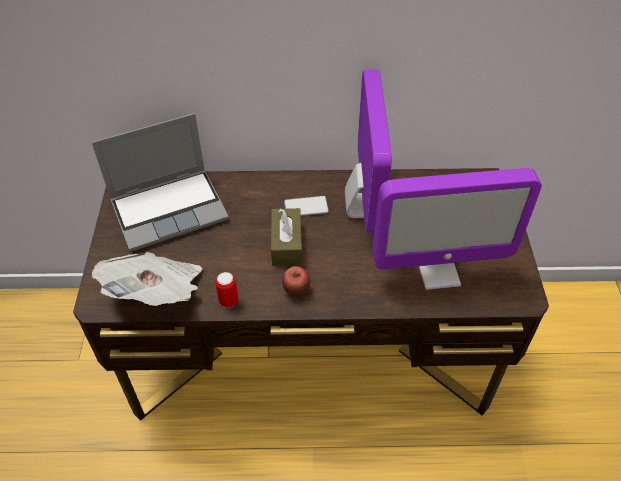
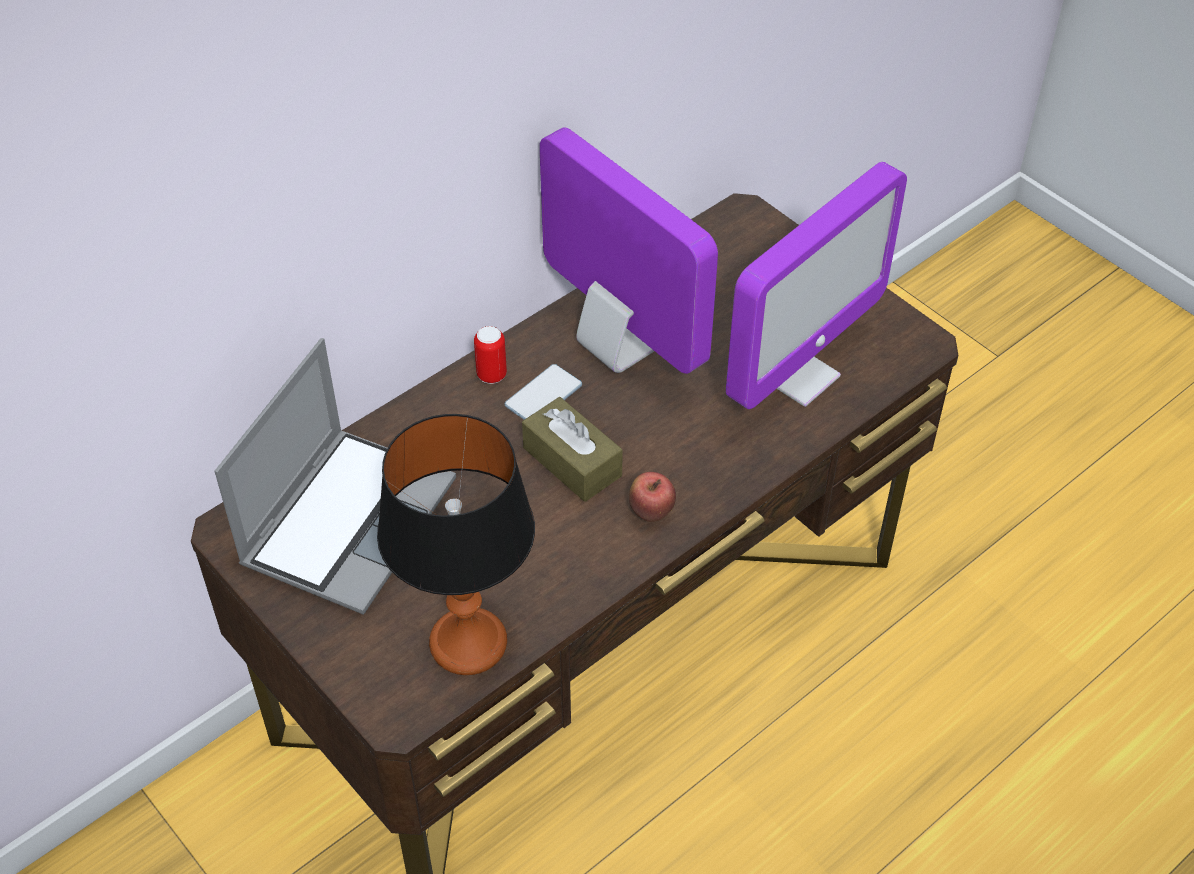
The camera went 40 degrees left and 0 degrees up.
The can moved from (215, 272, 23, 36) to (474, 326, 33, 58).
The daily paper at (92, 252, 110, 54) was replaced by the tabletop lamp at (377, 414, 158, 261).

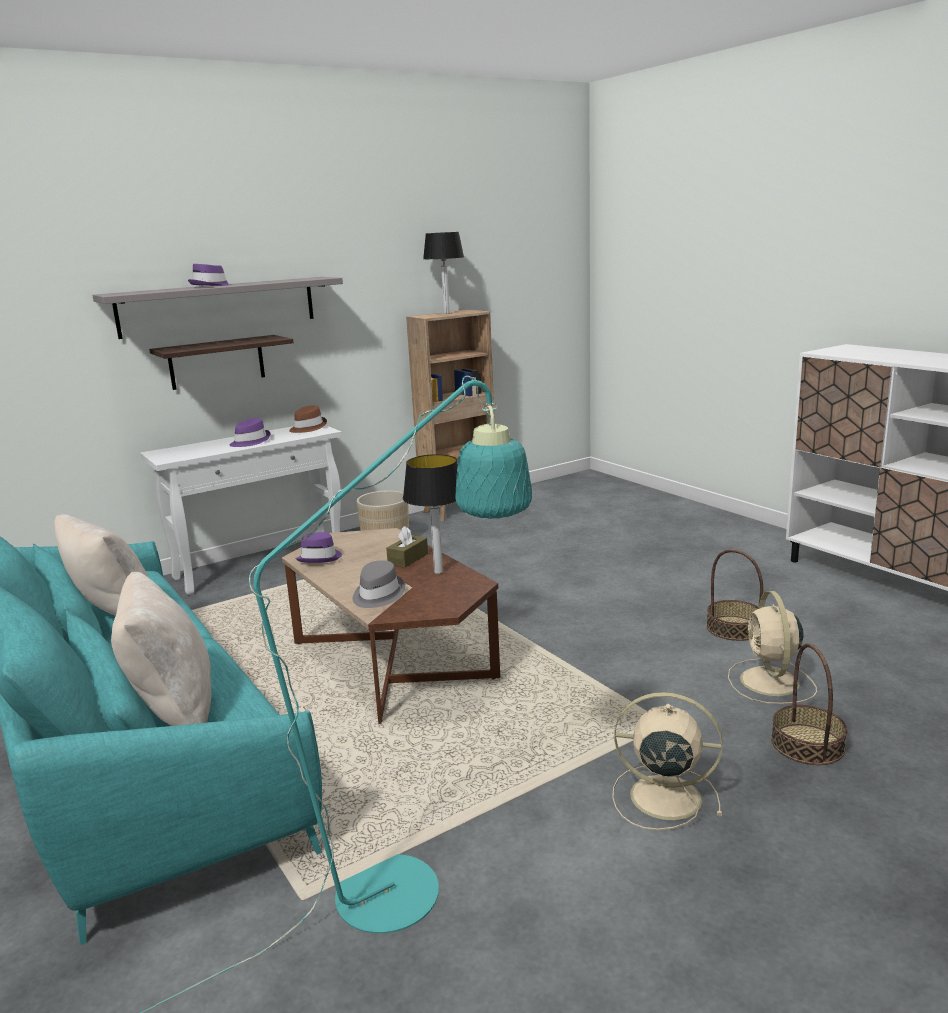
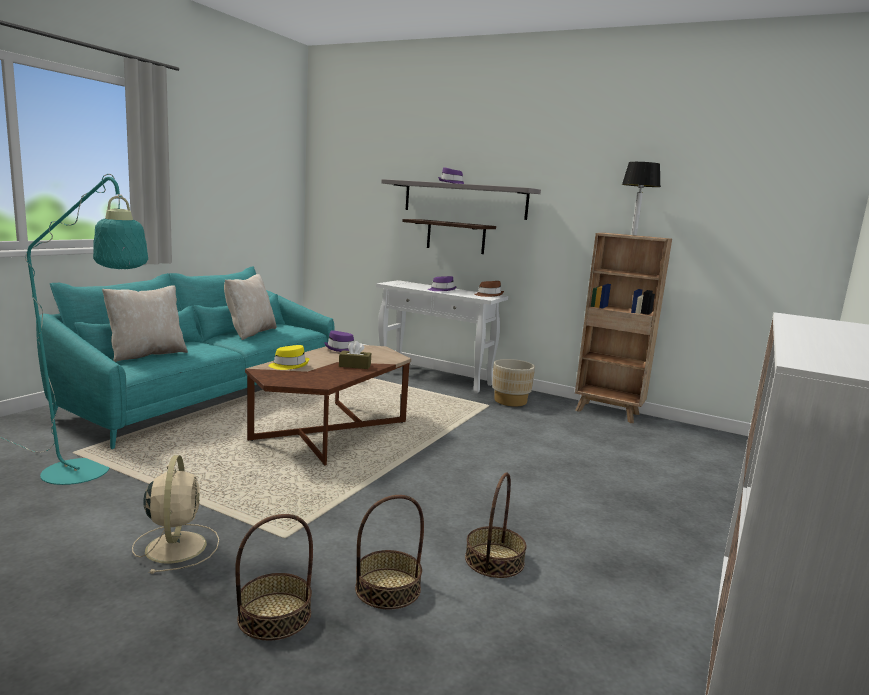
The camera went 60 degrees right and 5 degrees down.
The tabletop lamp at (403, 454, 55, 120) disappeared.
The electric fan in beige at (728, 591, 89, 113) was replaced by the basket at (355, 495, 69, 114).
The hat in gray at (353, 560, 52, 48) became the hat in yellow at (268, 345, 41, 25).

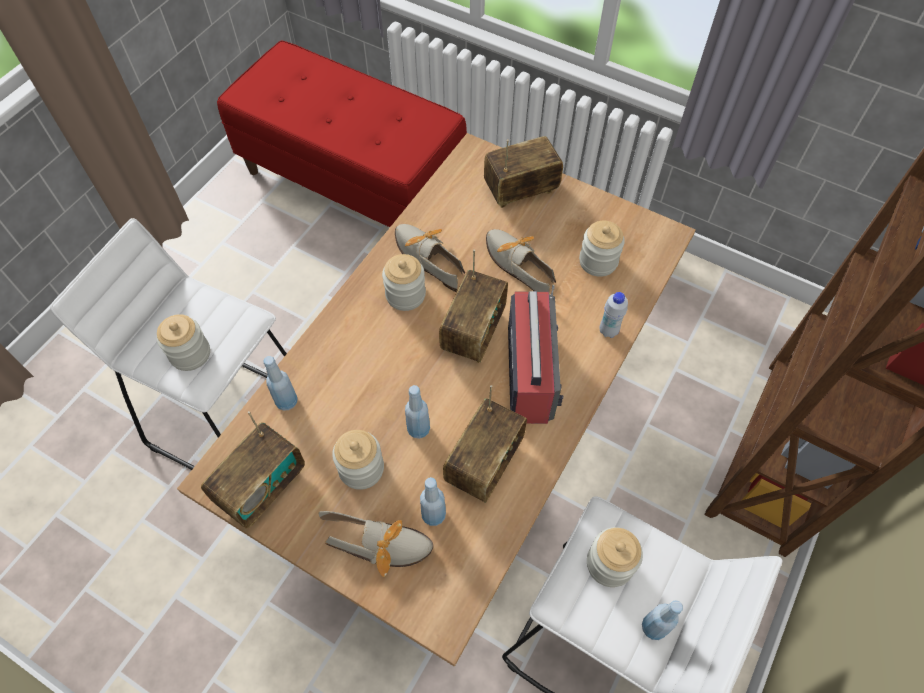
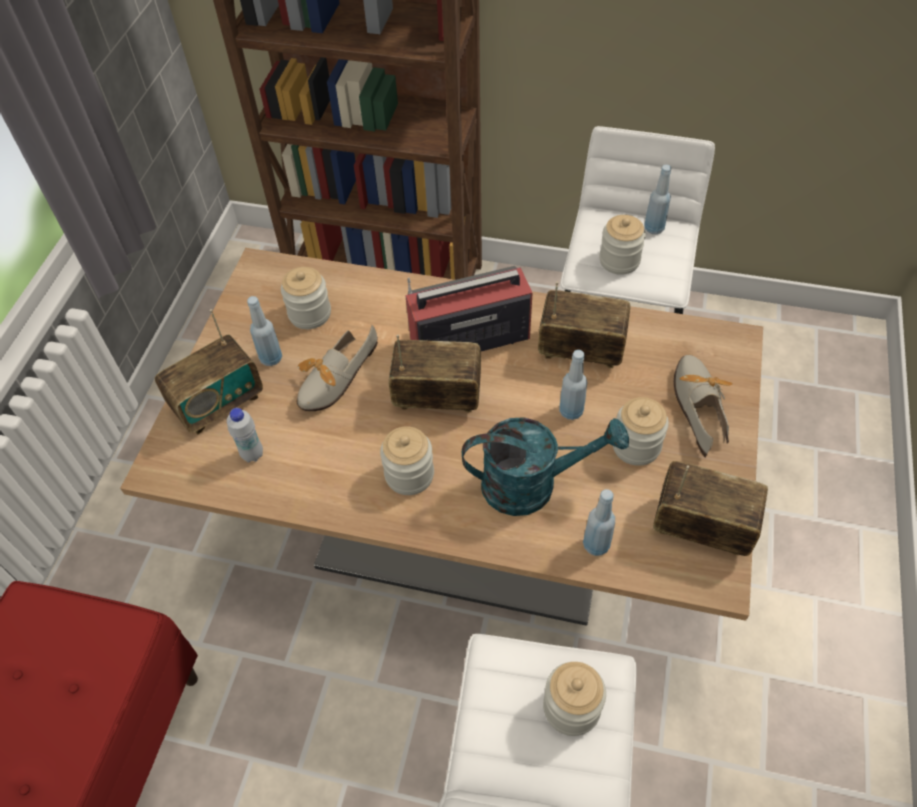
The camera went 105 degrees left and 5 degrees down.
The shoe at (395, 224, 70, 68) disappeared.
The sprinkling can in turquoise-coloured at (462, 417, 167, 99) appeared.
The bottle in bluish moved from (420, 477, 26, 49) to (247, 296, 35, 70).
The bottle in white moved from (600, 292, 28, 46) to (227, 408, 36, 54).
The radio at (484, 136, 79, 72) turned 90 degrees counterclockwise.

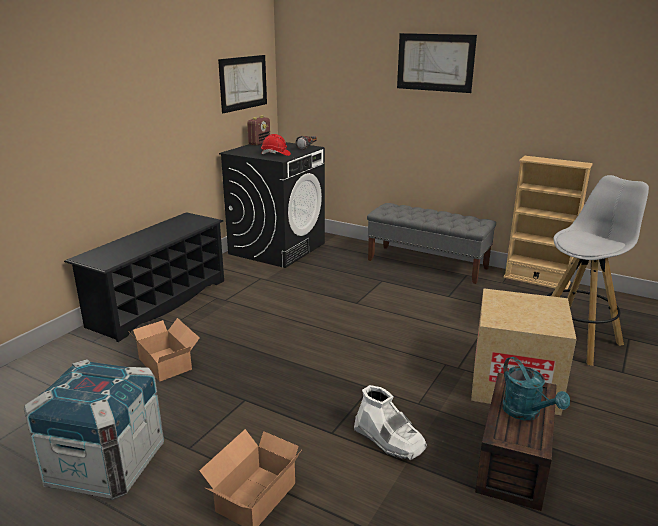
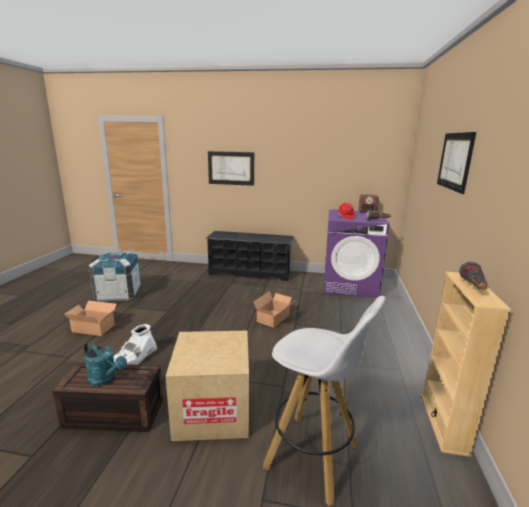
The camera went 70 degrees right and 5 degrees down.
The long seat in gray at (367, 203, 129, 81) disappeared.
The torch at (459, 262, 28, 28) appeared.
The packing box moved from (130, 318, 70, 64) to (254, 291, 40, 37).
The wall art moved from (218, 55, 49, 58) to (208, 151, 46, 35).
The laundry appliance in black-coloured at (219, 142, 106, 126) became the laundry appliance in purplish at (324, 209, 66, 89).
The sprinkling can in turquoise-coloured at (502, 357, 68, 63) turned 105 degrees counterclockwise.

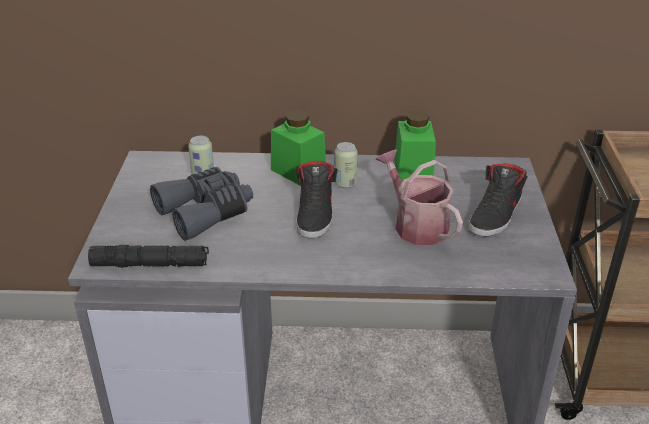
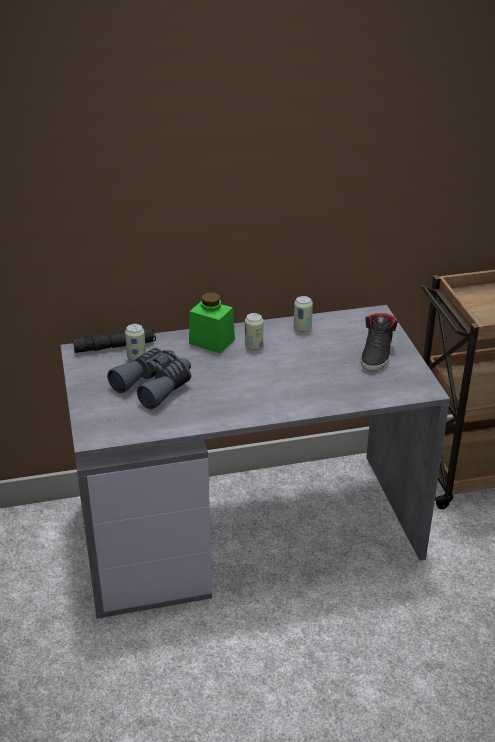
The camera went 15 degrees left and 0 degrees up.
The shoe in black-coloured at (295, 161, 43, 78) disappeared.
The sprinkling can at (376, 150, 87, 95) disappeared.
The torch in black-coloured moved from (88, 245, 121, 23) to (73, 328, 83, 25).
The preserve jar in greenish at (394, 110, 42, 71) was replaced by the can at (294, 296, 19, 36).

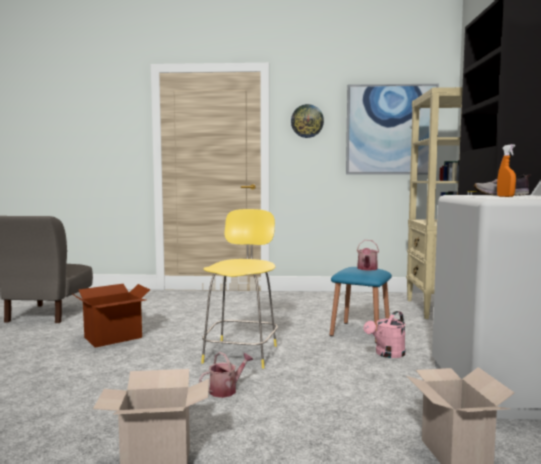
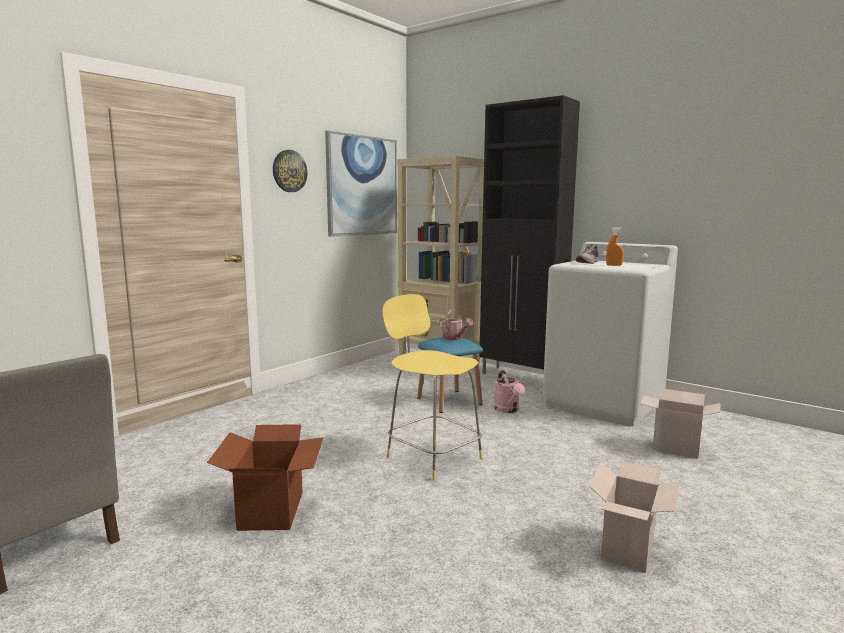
The camera went 55 degrees left and 5 degrees up.
The sprinkling can at (199, 352, 55, 46) disappeared.

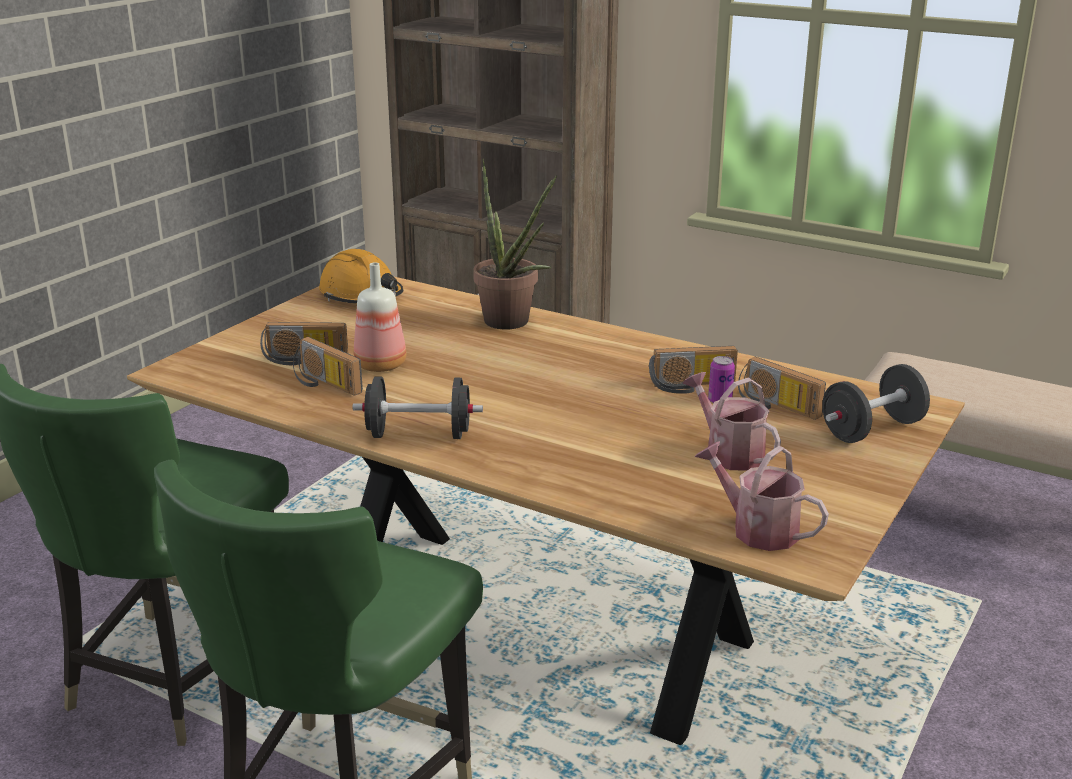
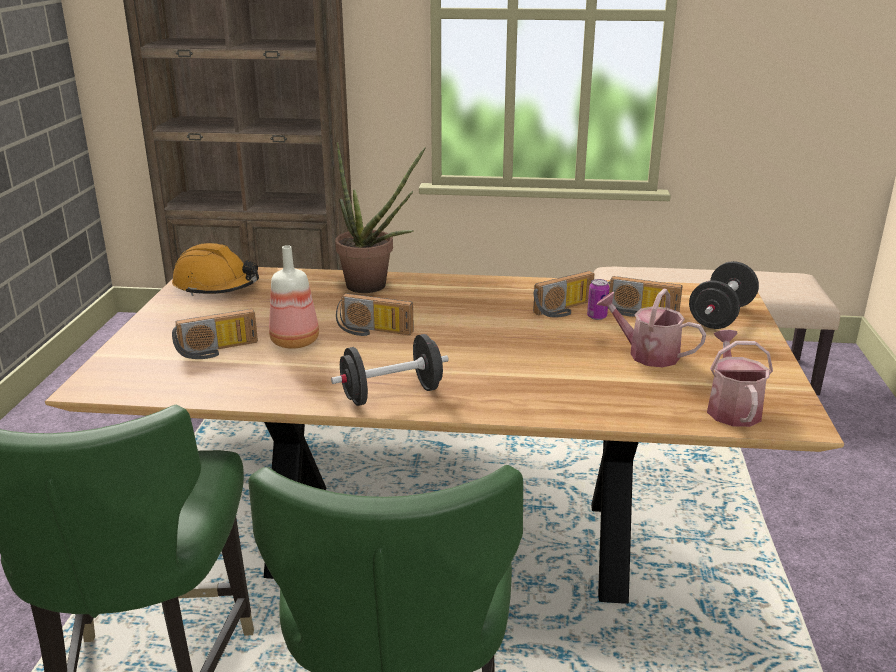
The camera went 25 degrees left and 0 degrees up.
The radio moved from (293, 337, 70, 59) to (336, 293, 78, 43).
The sprinkling can at (695, 441, 134, 110) turned 75 degrees clockwise.

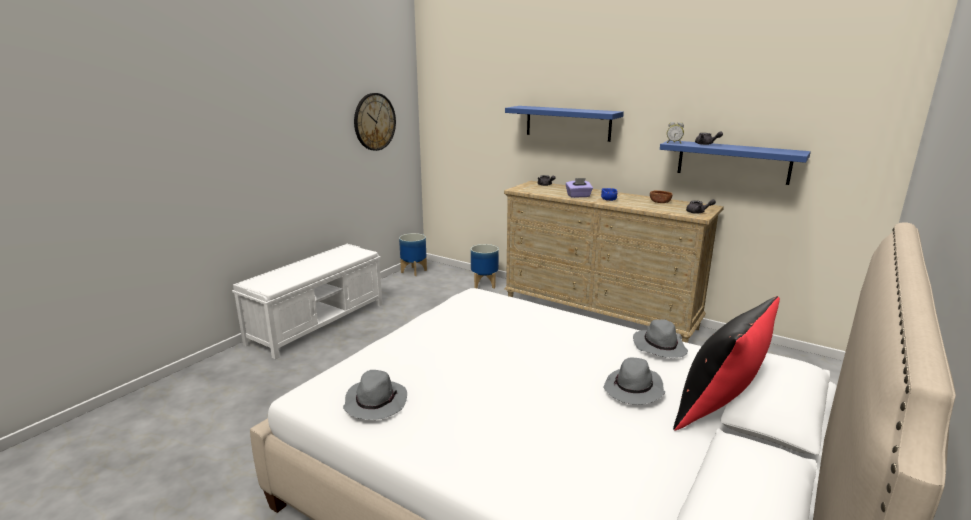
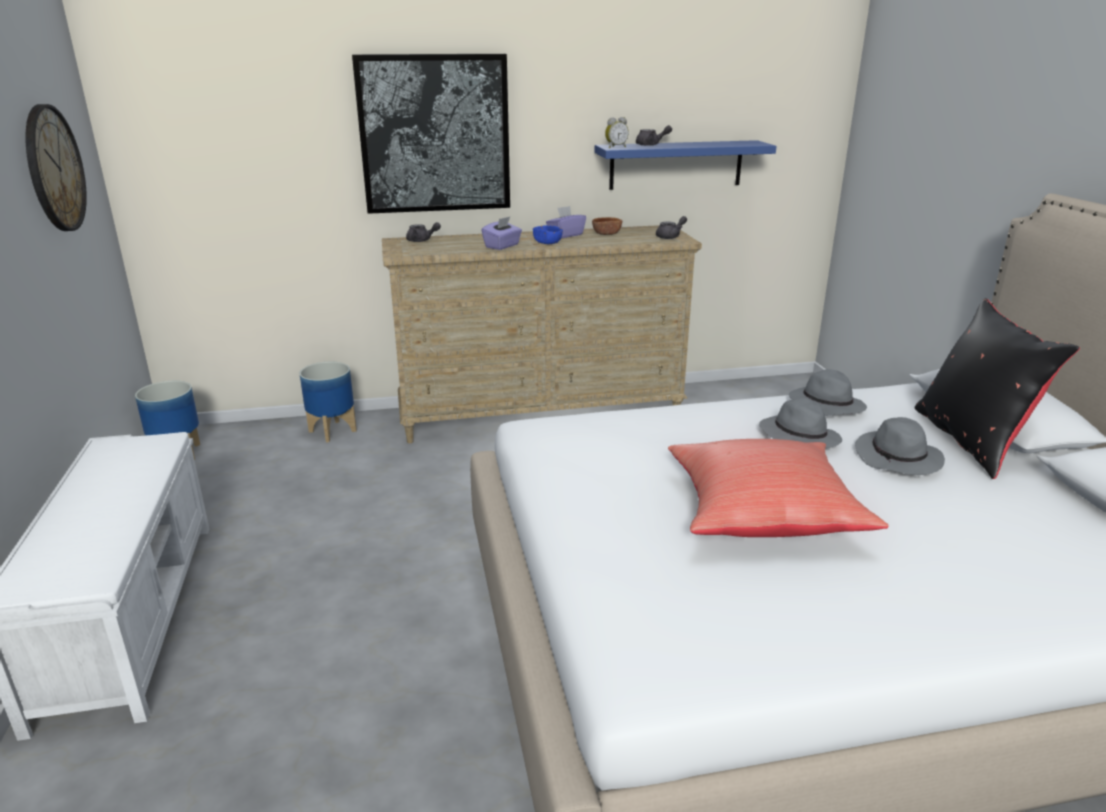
The camera went 45 degrees left and 5 degrees up.
The tissue holder in purplish at (546, 206, 40, 32) appeared.
The pillow in red-coloured at (668, 439, 221, 98) appeared.
The hat in gray moved from (343, 370, 64, 50) to (759, 398, 83, 50).
The bracket shelf in bluish at (505, 106, 119, 36) was replaced by the wall art at (352, 54, 158, 160).

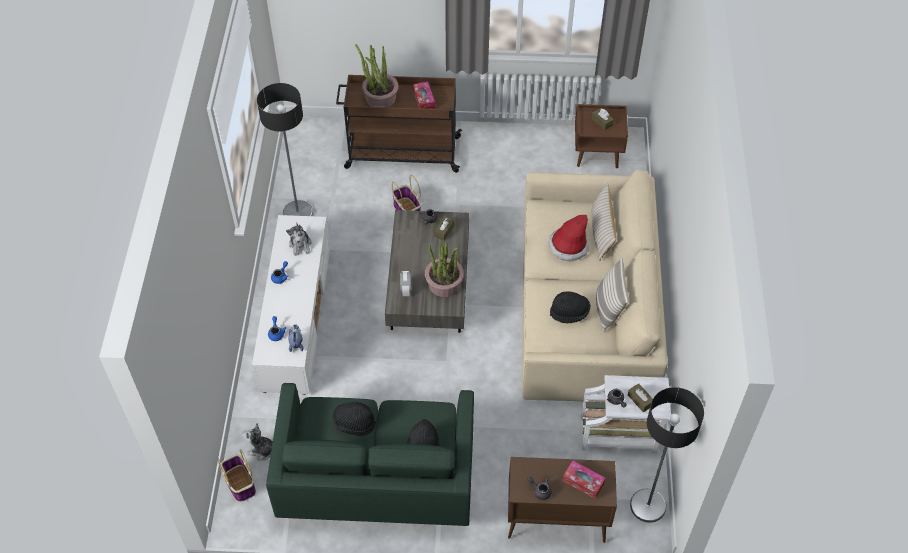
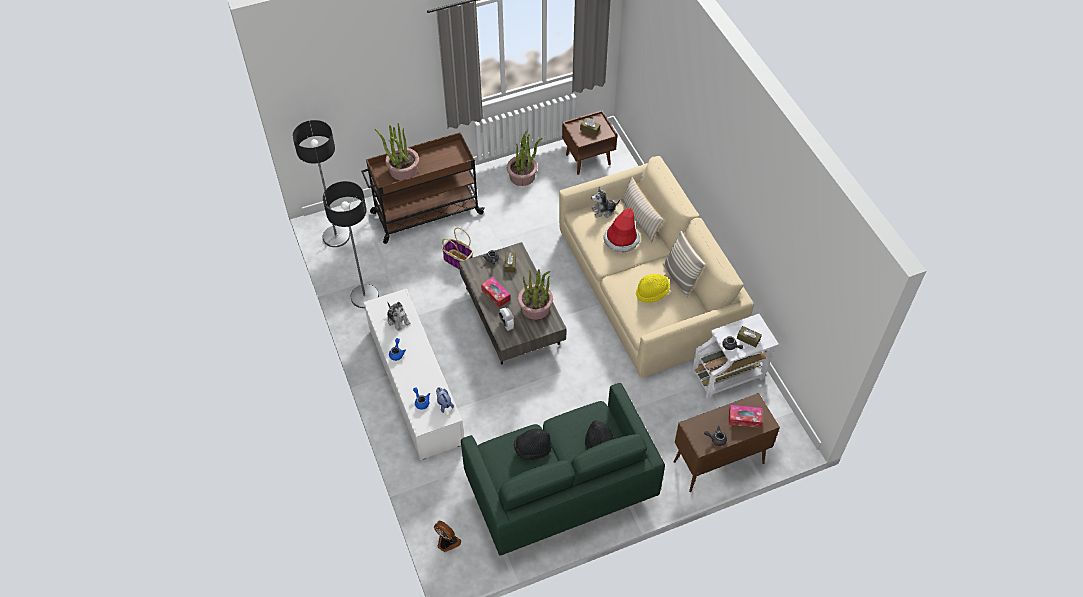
The camera went 25 degrees left and 0 degrees up.
The potted plant at (507, 130, 35, 56) appeared.
The soft toy moved from (242, 423, 31, 38) to (591, 187, 29, 31).
The tissue holder moved from (413, 82, 22, 27) to (481, 277, 30, 30).
The standard lamp moved from (630, 387, 74, 136) to (293, 120, 57, 127).
The basket at (218, 449, 38, 53) was replaced by the electric fan at (434, 521, 27, 31).
The hat in black-coloured at (550, 291, 40, 32) became the hat in yellow at (636, 274, 34, 29).

